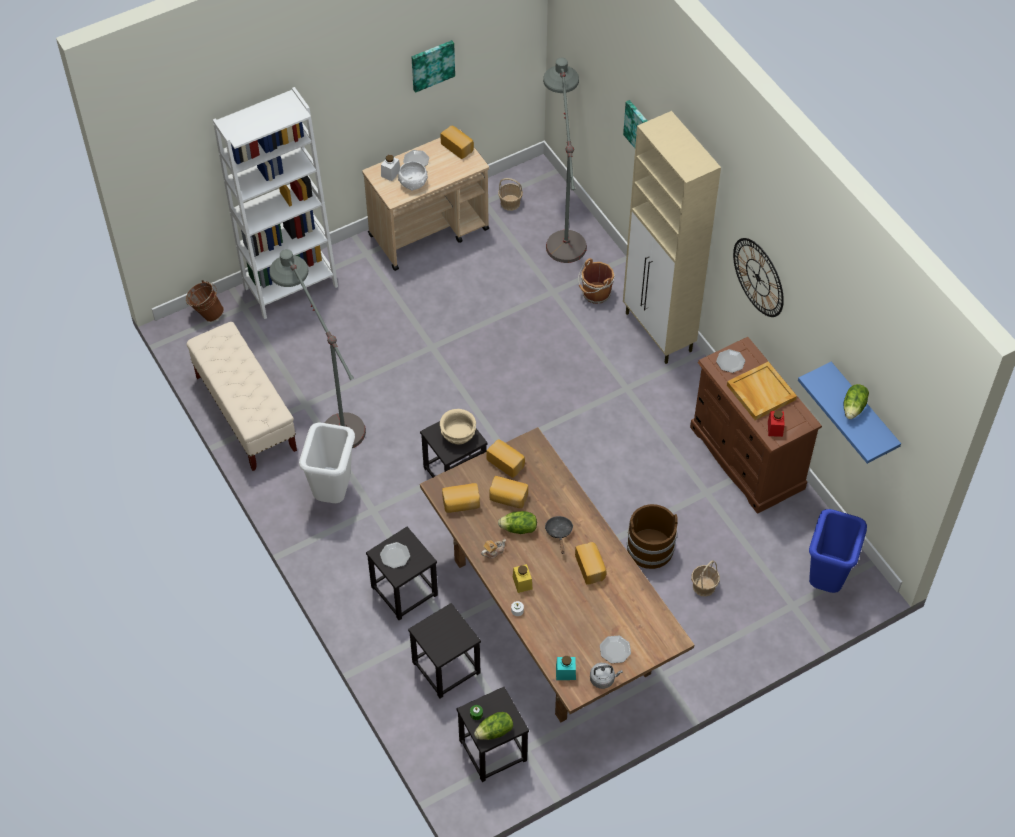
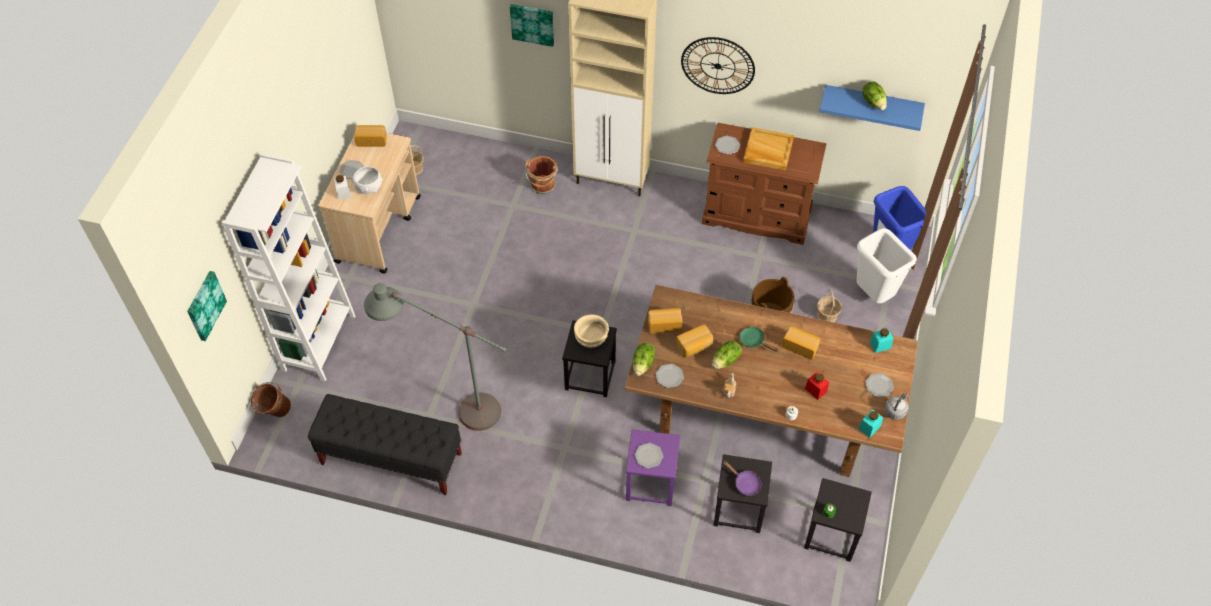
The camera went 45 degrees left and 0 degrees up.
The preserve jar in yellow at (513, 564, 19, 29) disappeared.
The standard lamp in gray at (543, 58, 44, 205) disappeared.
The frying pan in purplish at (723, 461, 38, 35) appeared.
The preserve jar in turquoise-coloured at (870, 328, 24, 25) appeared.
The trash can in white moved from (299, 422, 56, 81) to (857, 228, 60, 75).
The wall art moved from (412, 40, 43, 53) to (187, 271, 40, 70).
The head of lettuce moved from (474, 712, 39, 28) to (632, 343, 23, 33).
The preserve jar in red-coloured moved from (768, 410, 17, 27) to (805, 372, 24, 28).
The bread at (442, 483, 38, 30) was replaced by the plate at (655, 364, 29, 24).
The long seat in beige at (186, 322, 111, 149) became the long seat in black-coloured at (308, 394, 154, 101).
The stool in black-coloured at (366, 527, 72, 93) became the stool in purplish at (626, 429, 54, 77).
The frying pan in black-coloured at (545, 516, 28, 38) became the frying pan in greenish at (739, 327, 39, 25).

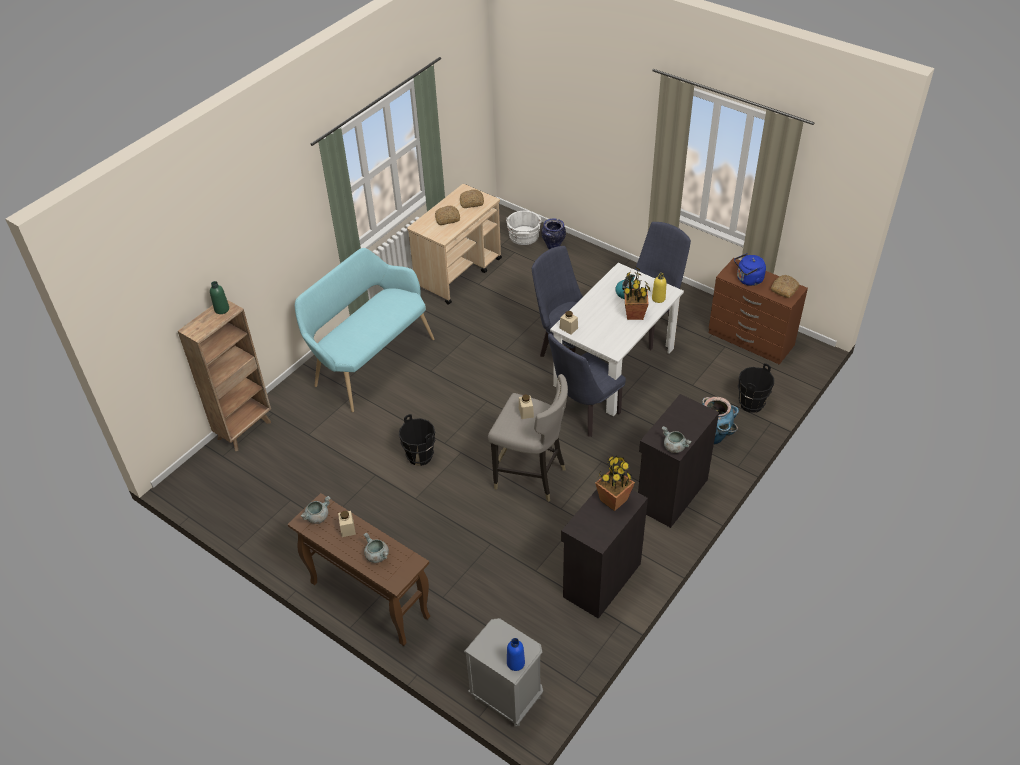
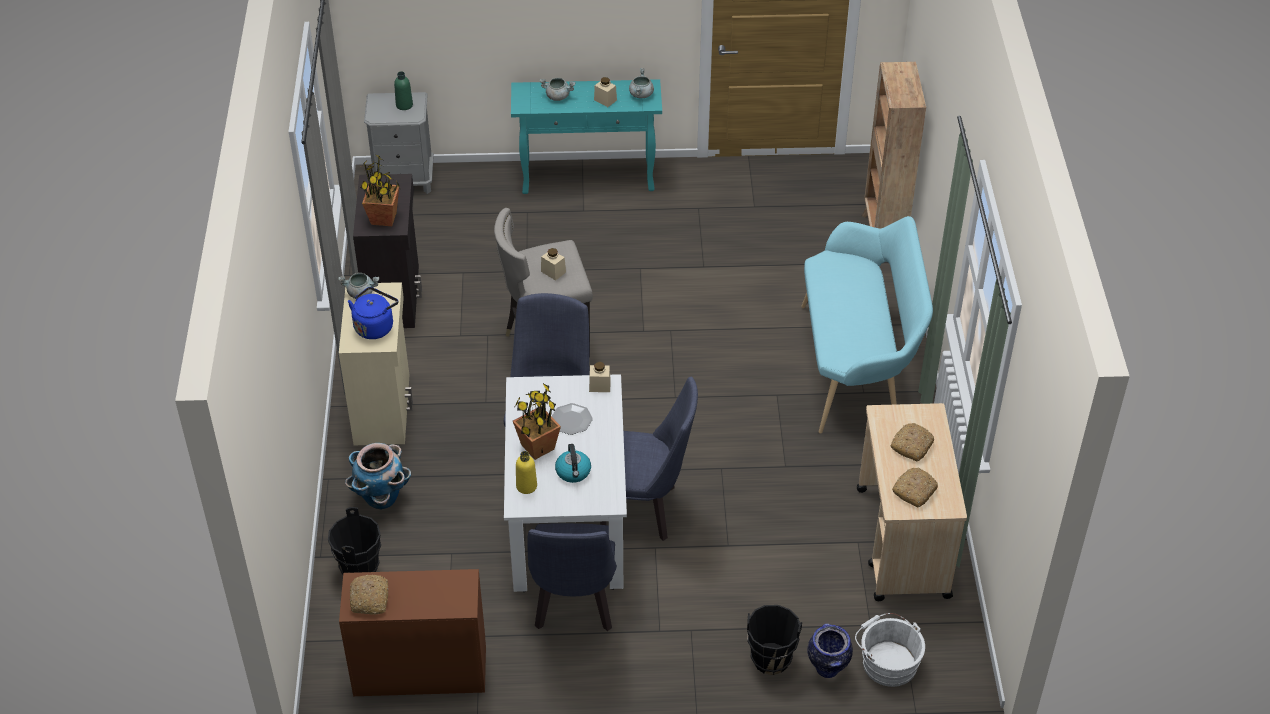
The camera went 140 degrees right and 0 degrees up.
The bottle in bluish at (507, 638, 18, 33) disappeared.
The plate at (552, 403, 41, 32) appeared.
The bottle in greenish moved from (210, 281, 19, 33) to (394, 71, 19, 39).
The pail in black-coloured moved from (399, 414, 36, 52) to (747, 605, 55, 70).
The water kettle in bluish moved from (734, 253, 32, 33) to (348, 287, 50, 52).
The console table in brownish at (288, 493, 142, 153) became the console table in turquoise-coloured at (511, 79, 151, 115).
The storage cabinet in black-coloured at (638, 394, 81, 134) became the storage cabinet in beige at (339, 282, 74, 163).

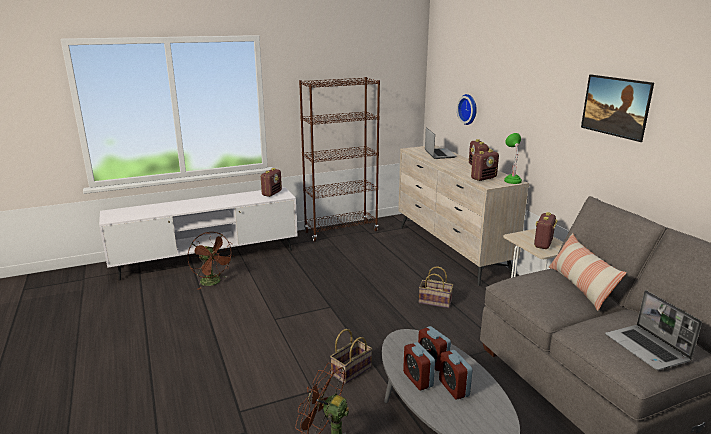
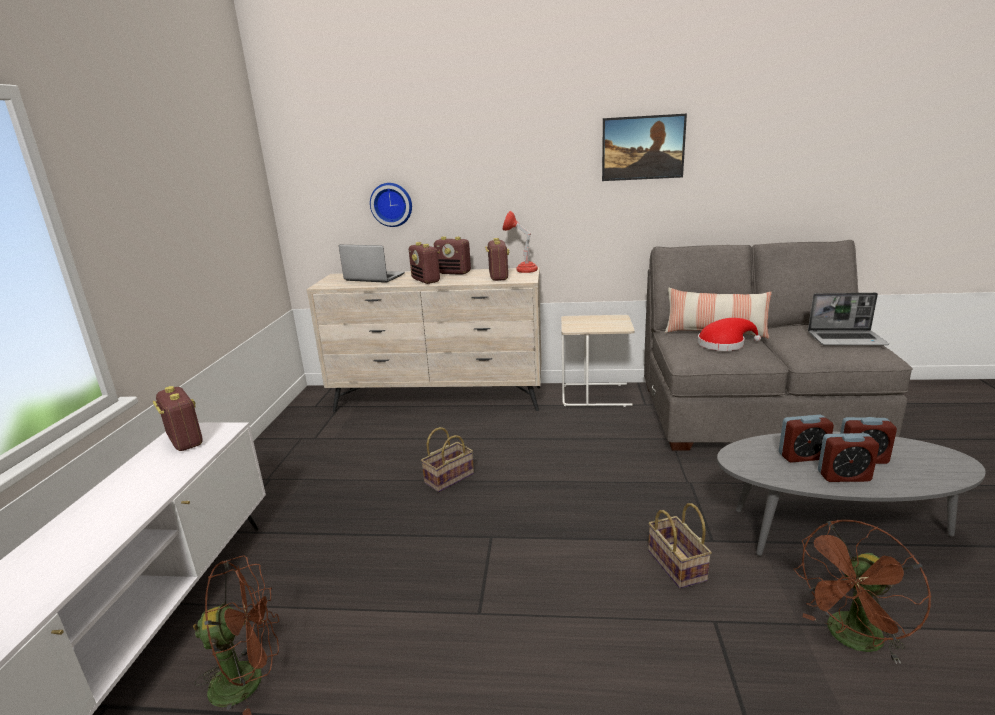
The camera went 60 degrees left and 0 degrees up.
The bookcase in brownish at (299, 77, 81, 165) disappeared.
The hat in red-coloured at (698, 318, 63, 33) appeared.
The basket moved from (419, 266, 34, 42) to (421, 427, 53, 65).
The radio moved from (534, 212, 24, 37) to (409, 242, 31, 42).
The tabletop lamp in greenish at (504, 133, 18, 51) became the tabletop lamp in red-coloured at (503, 211, 35, 62).

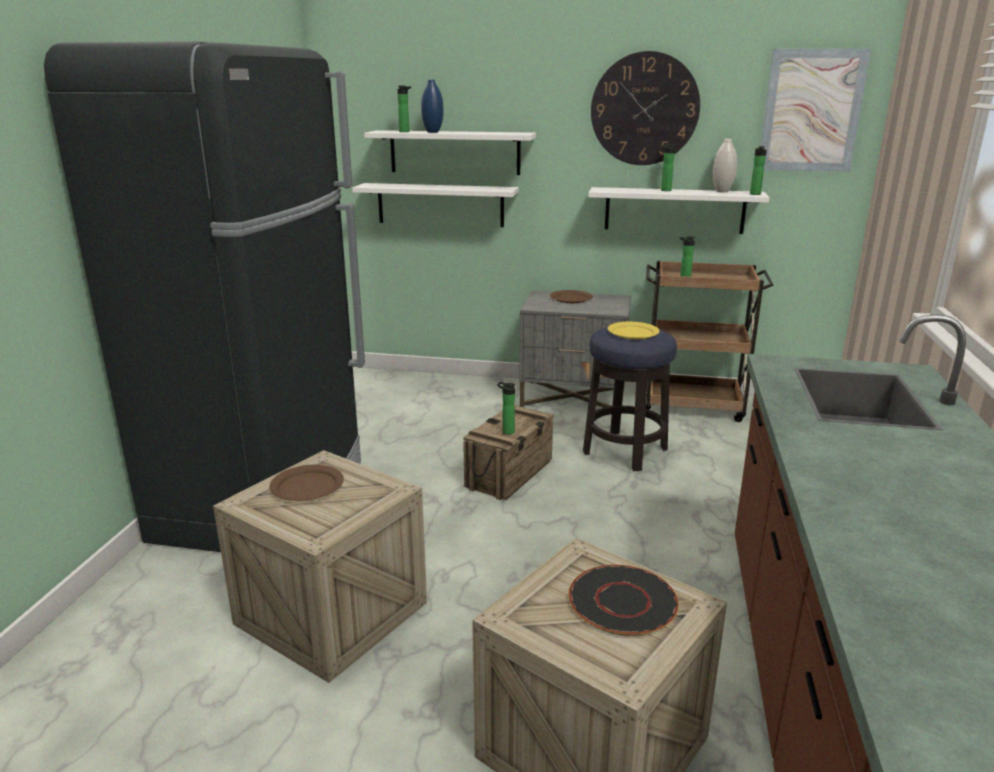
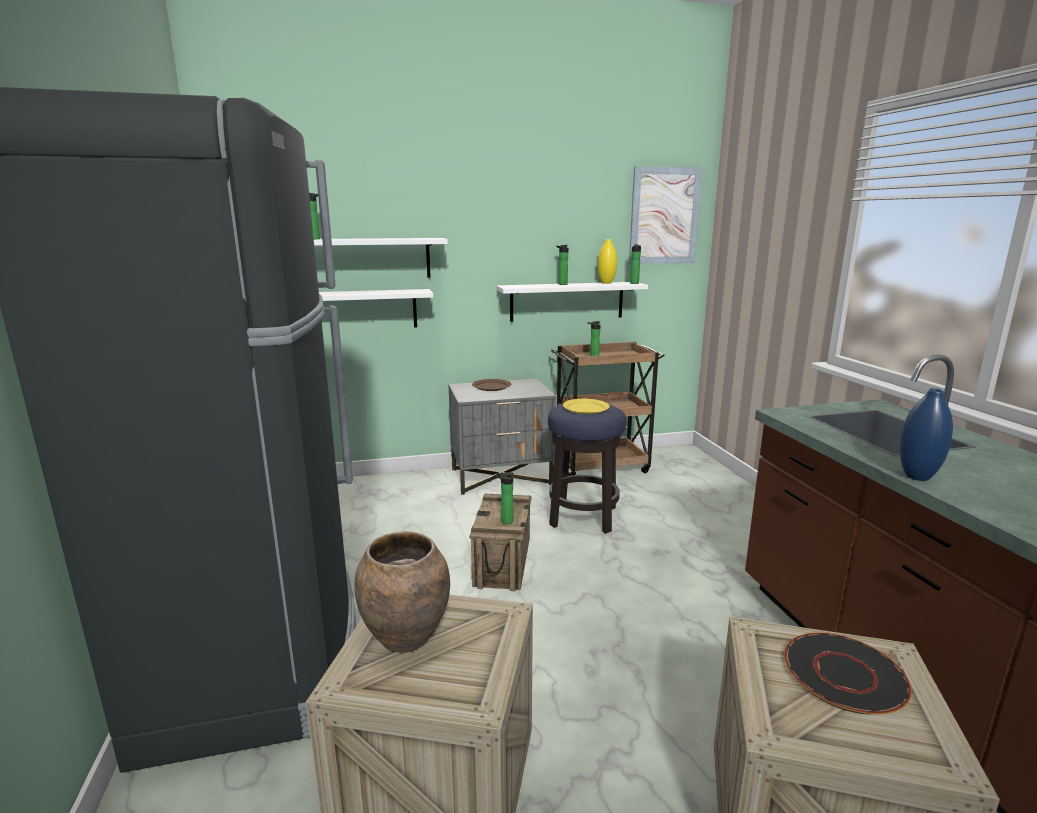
The camera went 25 degrees left and 5 degrees down.
The hanging clock at (591, 51, 109, 114) disappeared.
The flower vase in bluish moved from (421, 80, 23, 53) to (900, 388, 53, 93).
The plate in brownish at (269, 464, 75, 37) was replaced by the flower vase in brownish at (354, 532, 96, 121).
The flower vase in white at (713, 139, 24, 54) became the flower vase in yellow at (598, 239, 19, 45).

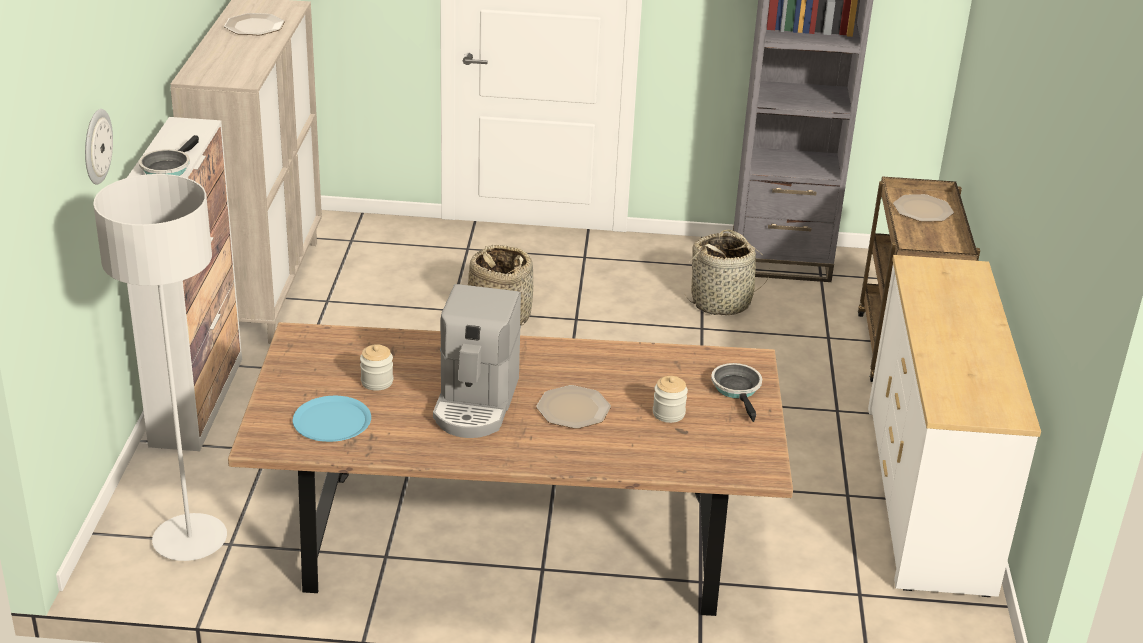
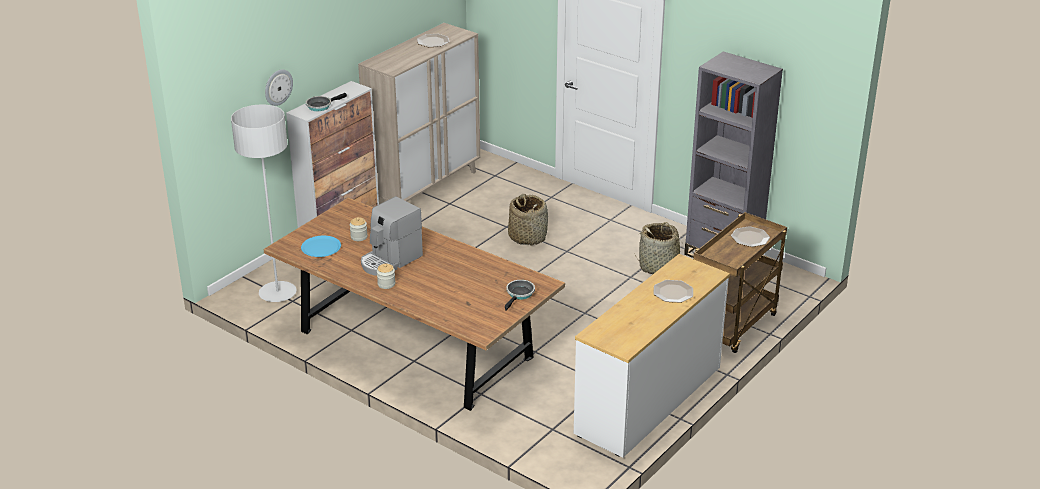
The camera went 35 degrees right and 0 degrees up.
The plate moved from (536, 385, 75, 44) to (653, 280, 40, 23).
The preserve jar moved from (653, 376, 35, 47) to (377, 264, 18, 25).

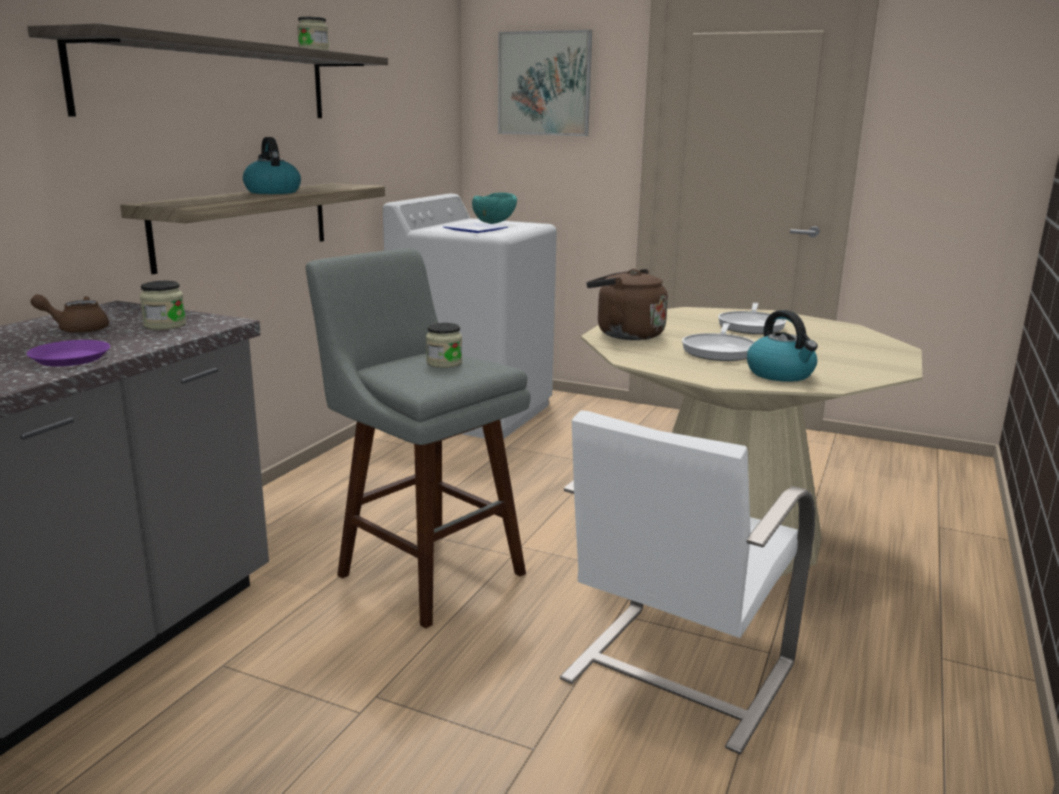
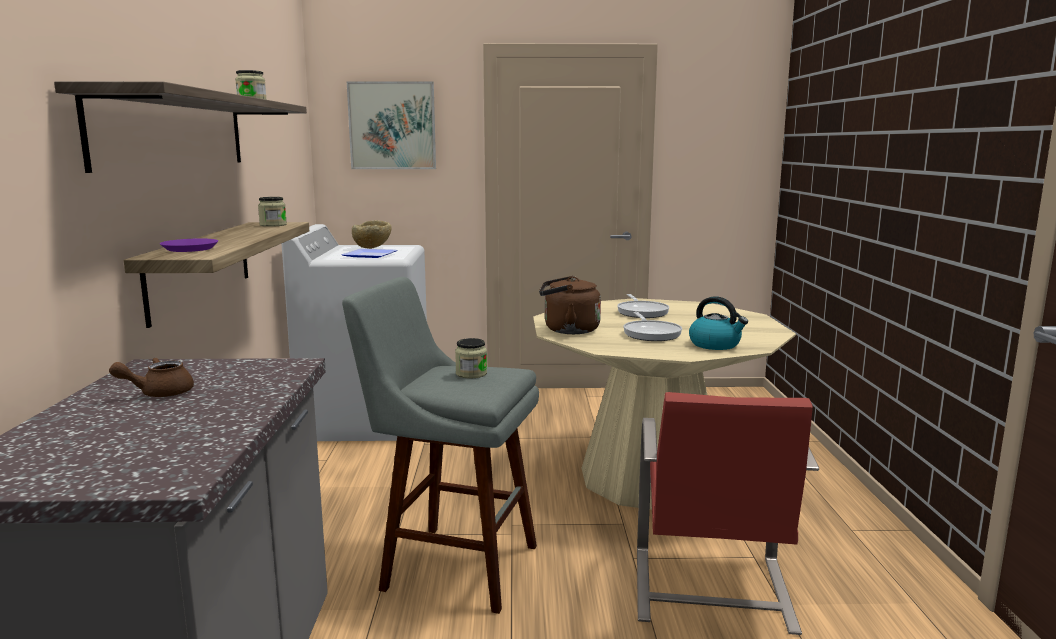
The camera went 25 degrees left and 5 degrees down.
The water kettle at (243, 137, 58, 57) disappeared.
The plate in purplish moved from (27, 340, 83, 27) to (160, 238, 58, 14).
The preserve jar moved from (140, 281, 46, 49) to (258, 197, 29, 30).
The deep dish in turquoise-coloured at (472, 192, 45, 32) became the deep dish in beige at (352, 220, 40, 29).
The upright chair in white at (560, 411, 255, 343) became the upright chair in red-coloured at (637, 392, 182, 243).

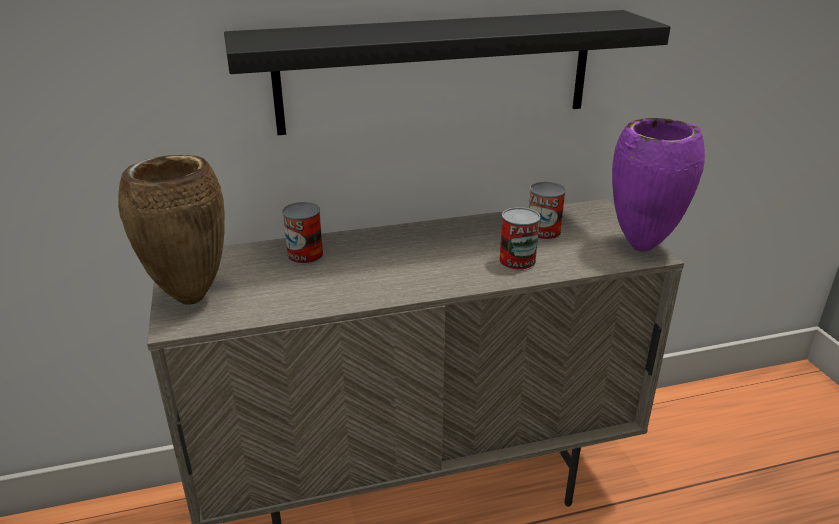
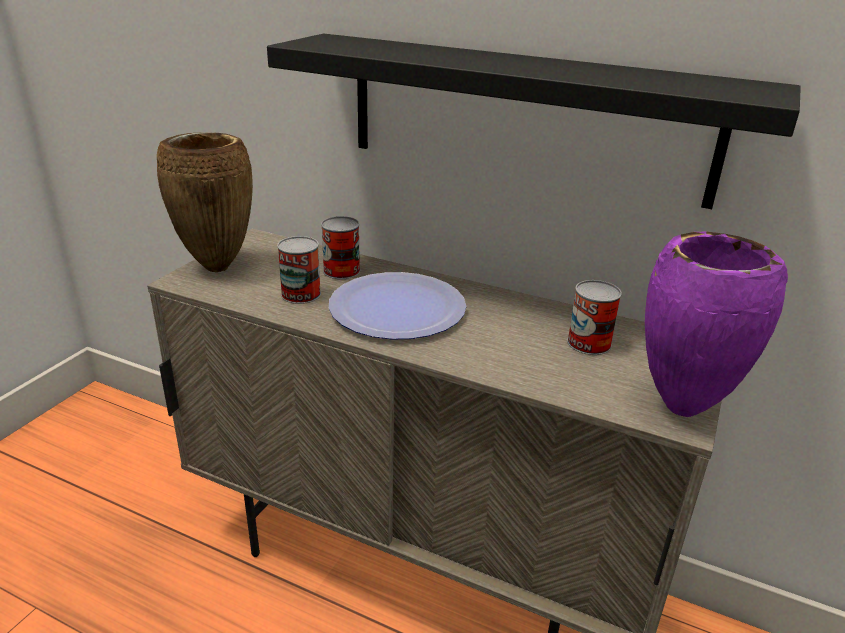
The camera went 40 degrees right and 0 degrees up.
The plate at (329, 272, 137, 67) appeared.
The can moved from (499, 207, 41, 64) to (277, 236, 44, 68).

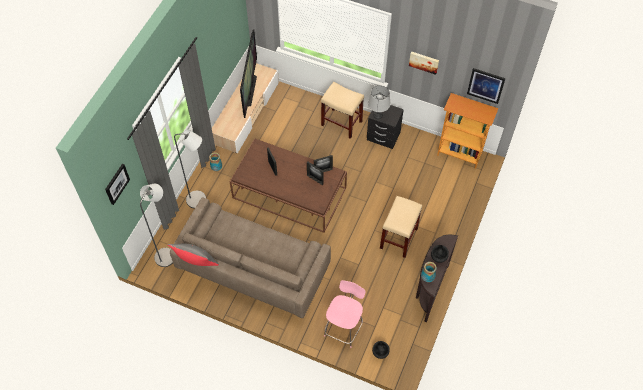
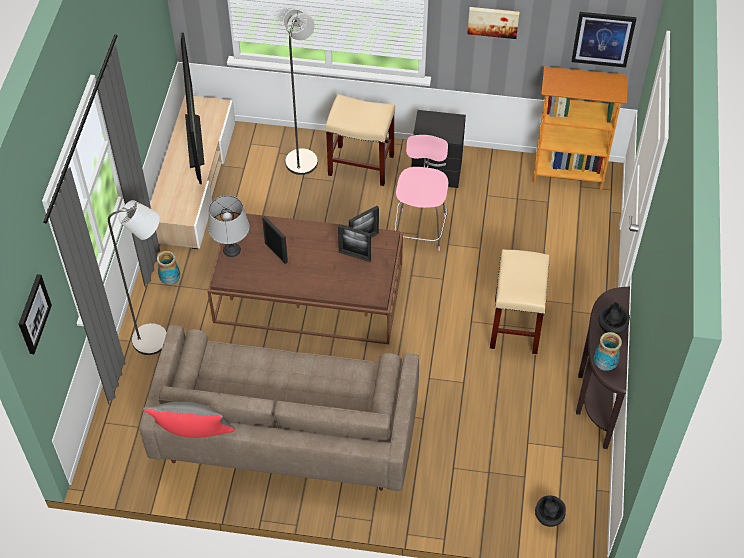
The camera went 15 degrees left and 5 degrees down.
The standard lamp in gray moved from (140, 184, 33, 83) to (284, 9, 34, 166).
The stool in pink-coloured moved from (324, 280, 41, 68) to (395, 135, 53, 116).
The tabletop lamp in gray moved from (368, 85, 23, 34) to (208, 195, 41, 62).

